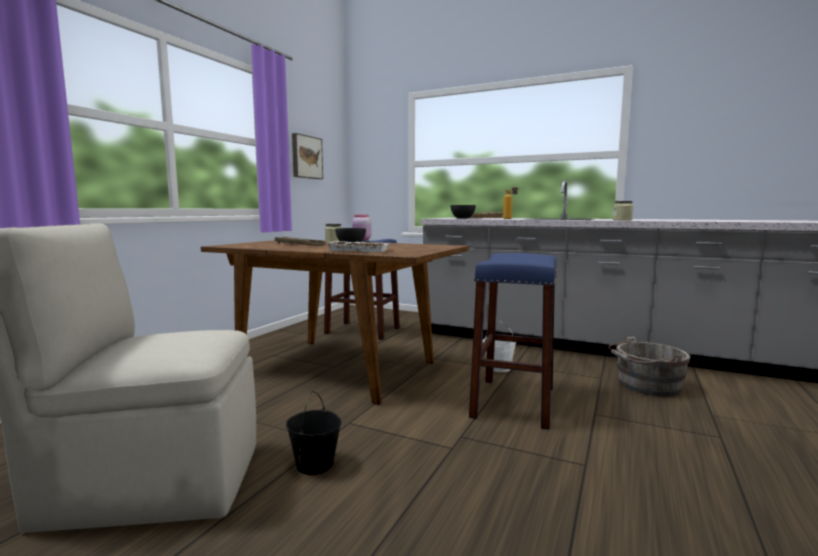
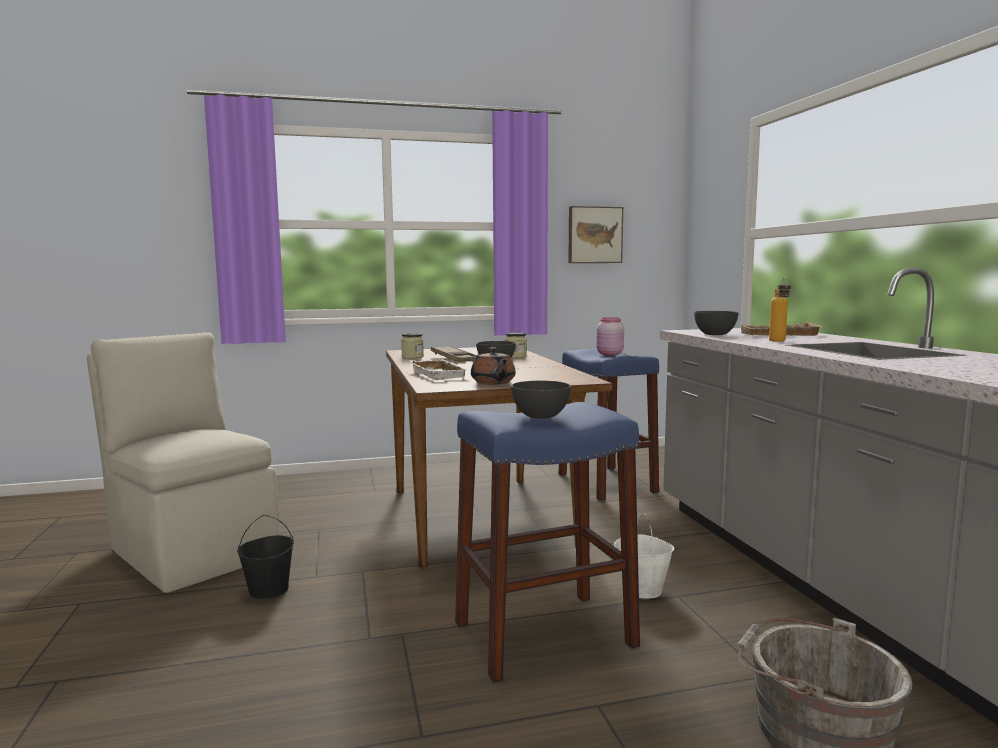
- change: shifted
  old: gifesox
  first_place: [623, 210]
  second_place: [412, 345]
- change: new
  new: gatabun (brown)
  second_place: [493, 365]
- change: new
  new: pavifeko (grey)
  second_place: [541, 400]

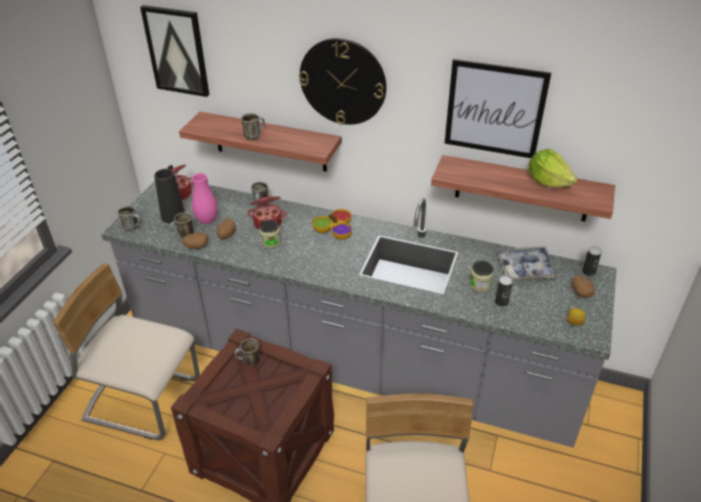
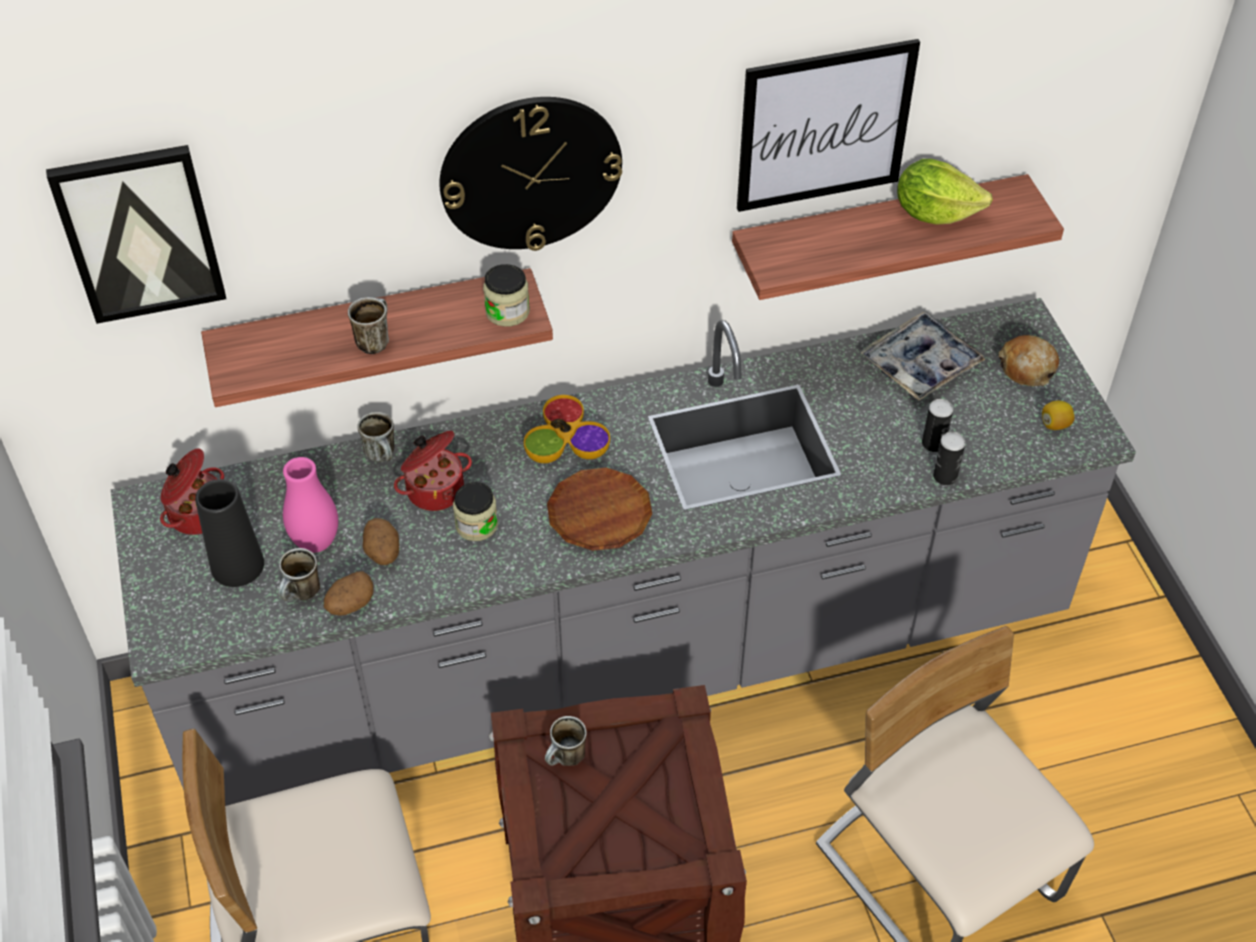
- change: gone
  old: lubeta
  first_place: [129, 218]
- change: shifted
  old: gifesox
  first_place: [481, 276]
  second_place: [506, 295]
- change: swapped
  old: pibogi
  new: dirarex
  first_place: [583, 286]
  second_place: [1028, 360]
- change: shifted
  old: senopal
  first_place: [592, 261]
  second_place: [949, 458]
- change: new
  new: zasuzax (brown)
  second_place: [599, 509]

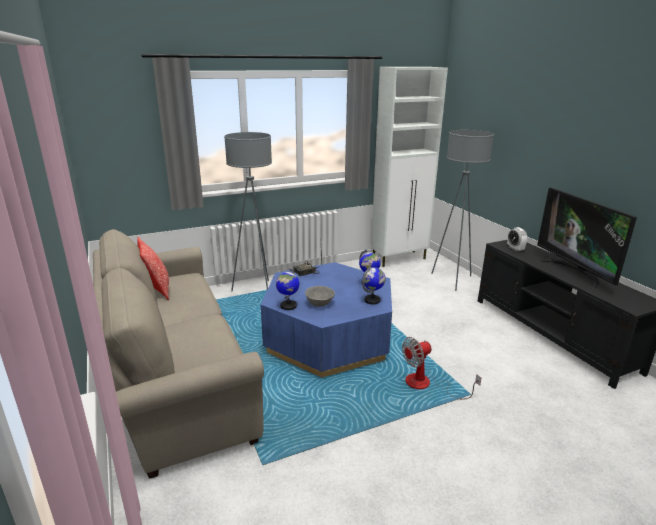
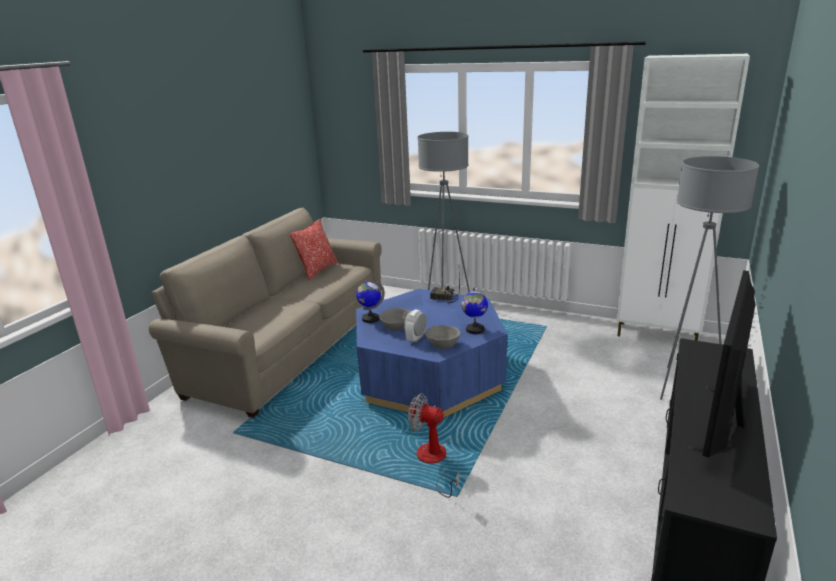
- change: swapped
  old: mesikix
  new: pavifeko (grey)
  first_place: [374, 286]
  second_place: [442, 337]
- change: shifted
  old: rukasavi
  first_place: [517, 239]
  second_place: [415, 326]

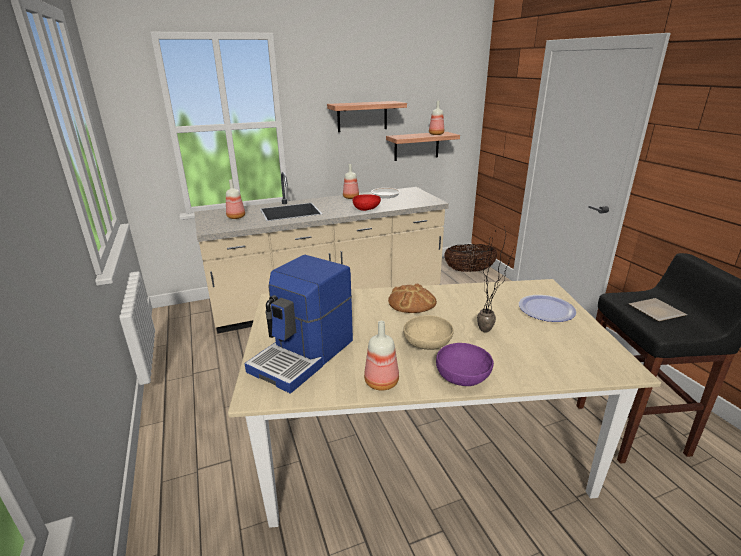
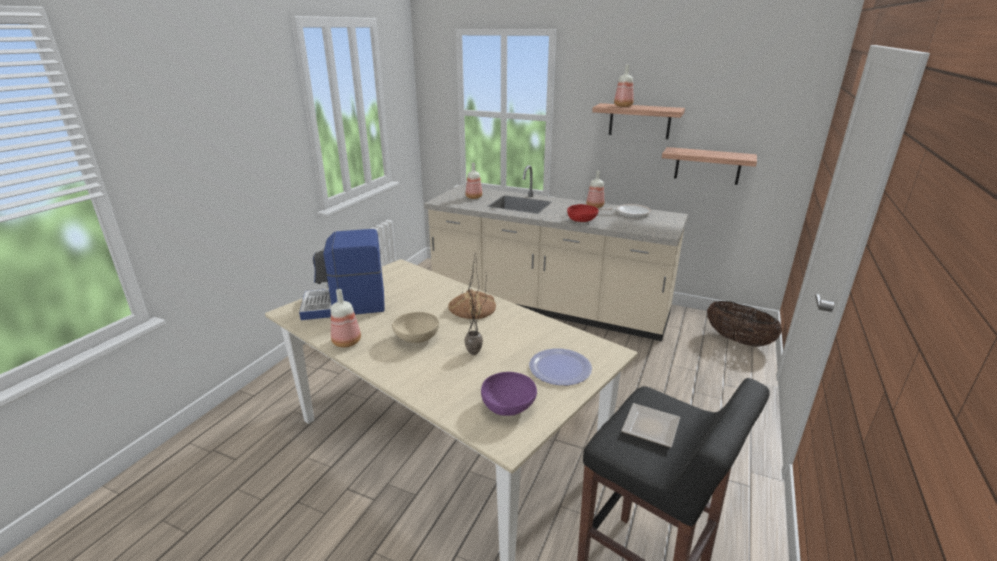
- change: shifted
  old: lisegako
  first_place: [436, 118]
  second_place: [624, 86]
- change: shifted
  old: pavifeko (purple)
  first_place: [465, 364]
  second_place: [509, 394]

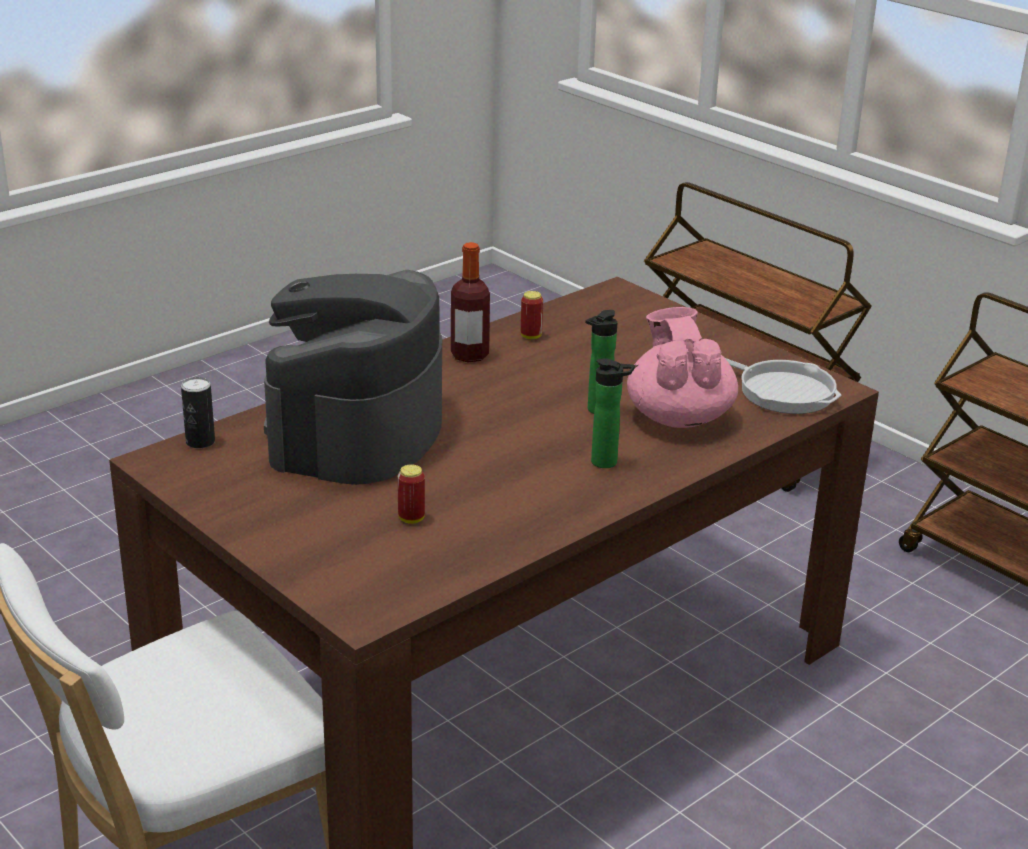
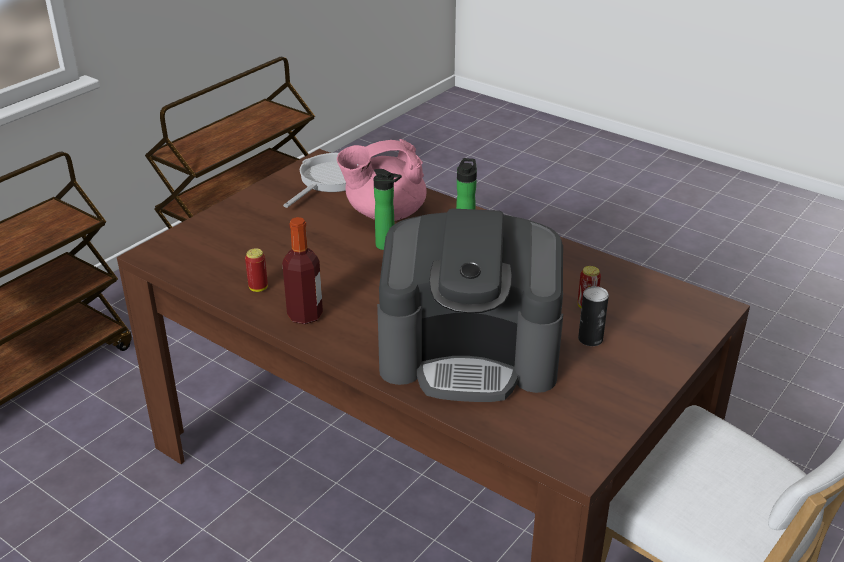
- change: shifted
  old: senopal
  first_place: [198, 412]
  second_place: [593, 316]

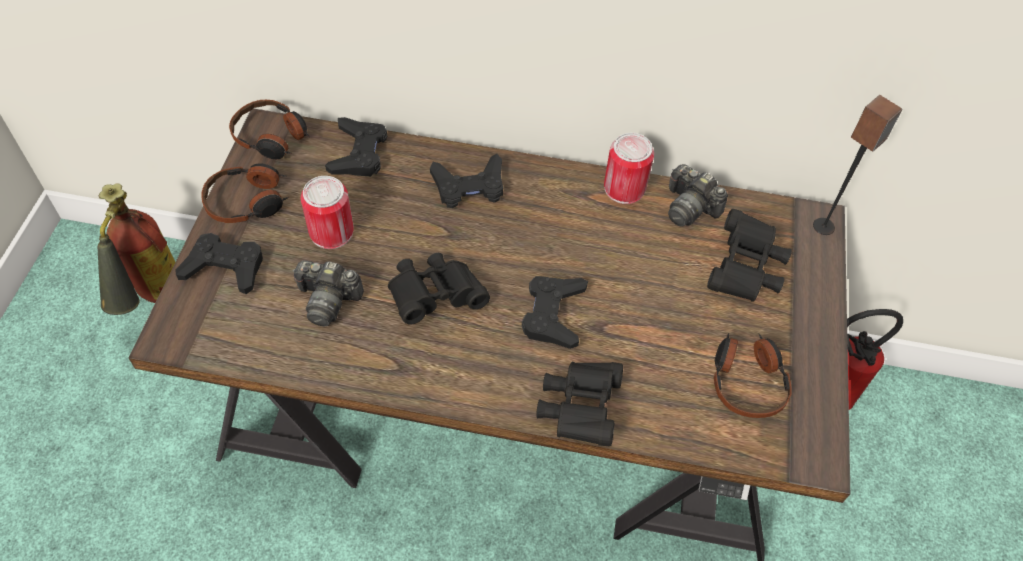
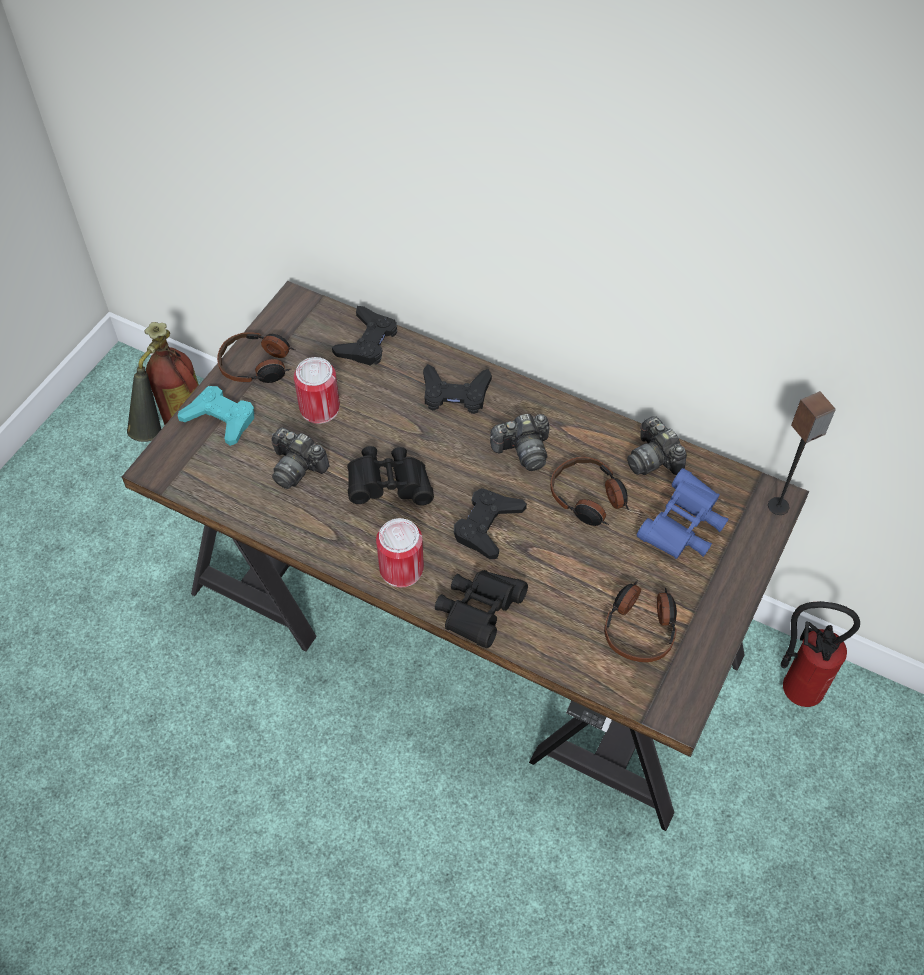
- change: repainted
  old: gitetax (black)
  new: gitetax (turquoise)
  first_place: [219, 263]
  second_place: [215, 416]
- change: shifted
  old: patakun
  first_place: [269, 129]
  second_place: [589, 491]
- change: shifted
  old: senopal
  first_place: [629, 168]
  second_place: [400, 553]
- change: repainted
  old: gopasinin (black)
  new: gopasinin (blue)
  first_place: [749, 255]
  second_place: [683, 513]
- change: new
  new: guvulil
  second_place: [520, 442]

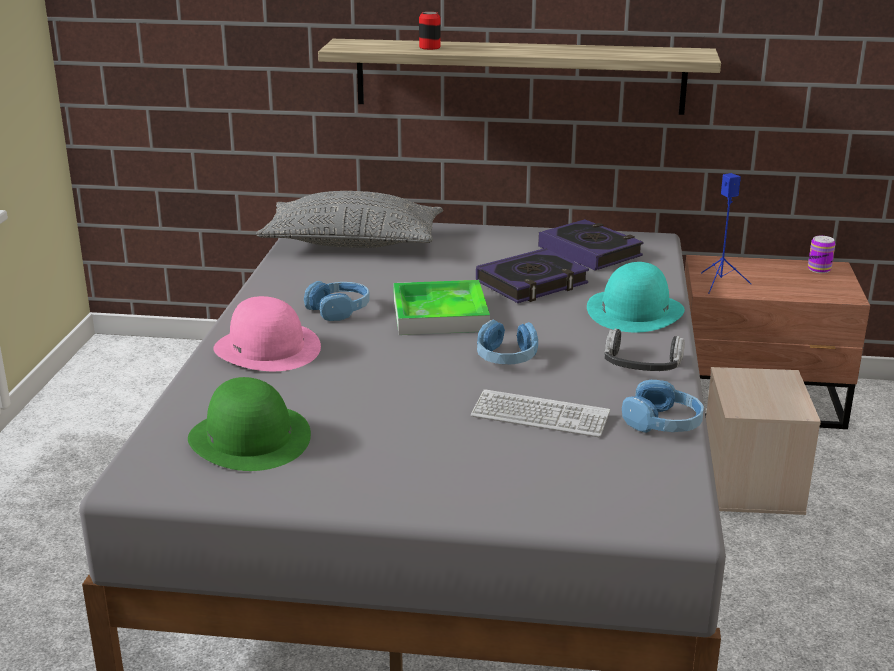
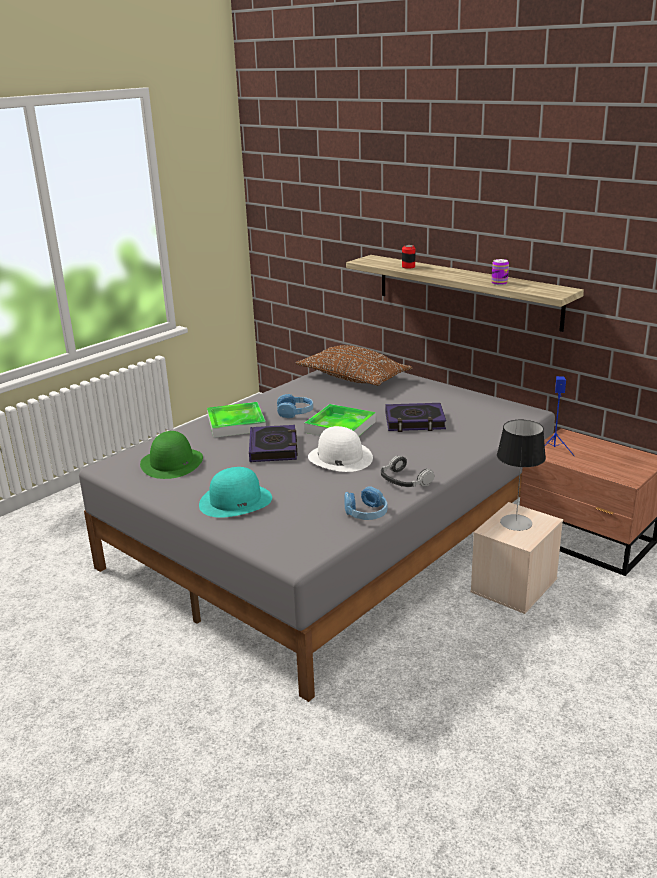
- change: swapped
  old: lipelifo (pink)
  new: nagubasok
  first_place: [267, 333]
  second_place: [236, 420]
- change: repainted
  old: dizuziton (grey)
  new: dizuziton (brown)
  first_place: [349, 219]
  second_place: [354, 365]
- change: gone
  old: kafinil
  first_place: [540, 413]
- change: swapped
  old: patakun (blue)
  new: lipelifo (white)
  first_place: [507, 342]
  second_place: [340, 449]
- change: shifted
  old: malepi
  first_place: [591, 245]
  second_place: [273, 443]
- change: shifted
  old: lipelifo (turquoise)
  first_place: [636, 297]
  second_place: [235, 492]
- change: shifted
  old: senopal
  first_place: [821, 254]
  second_place: [500, 272]
- change: new
  new: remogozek
  second_place: [521, 475]

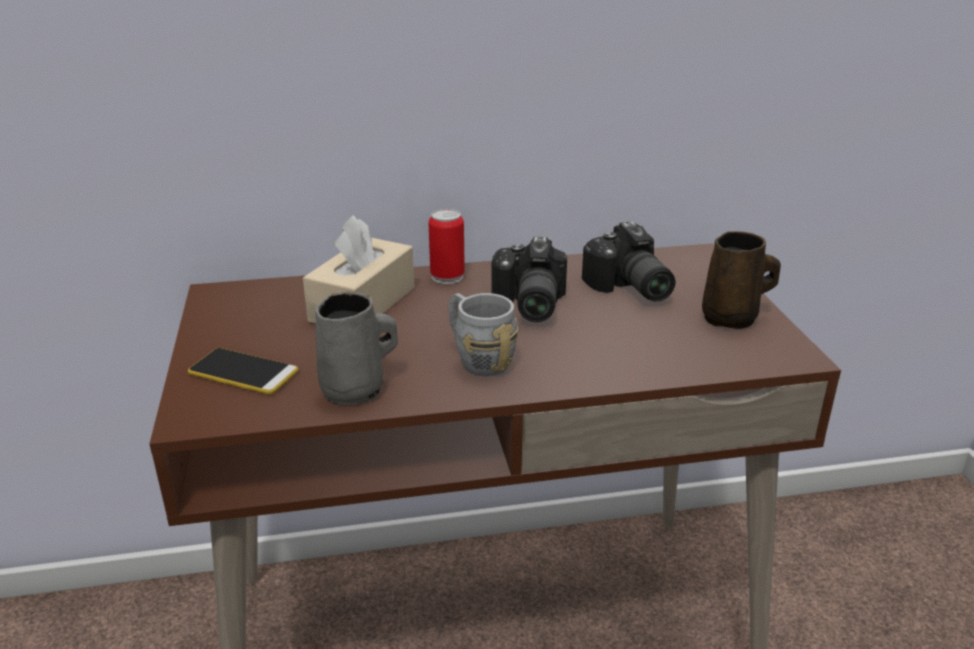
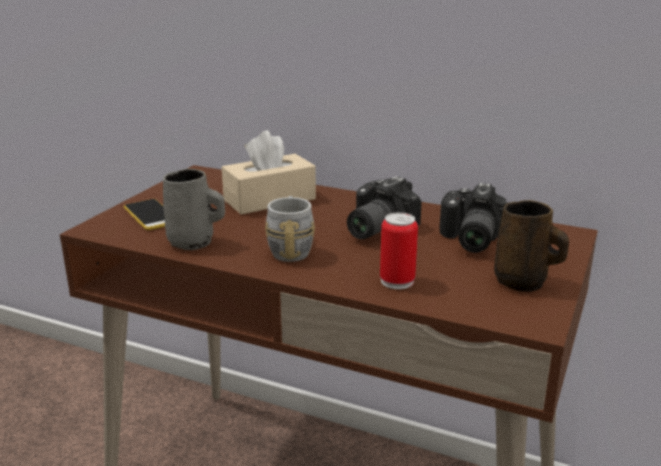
- change: shifted
  old: senopal
  first_place: [447, 246]
  second_place: [399, 250]

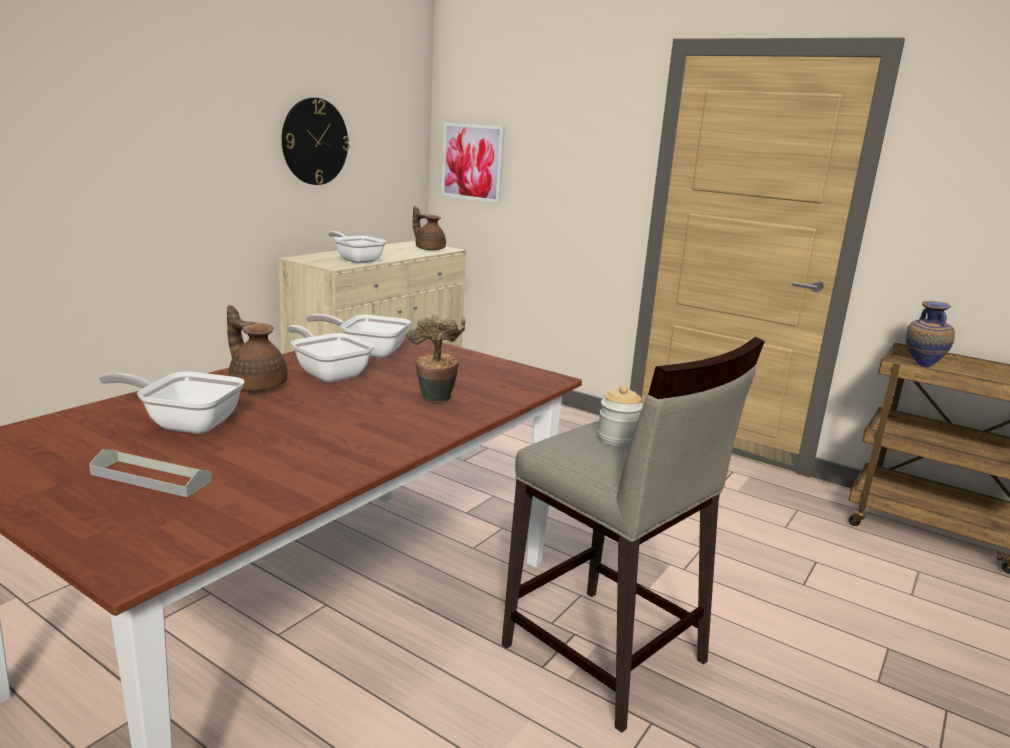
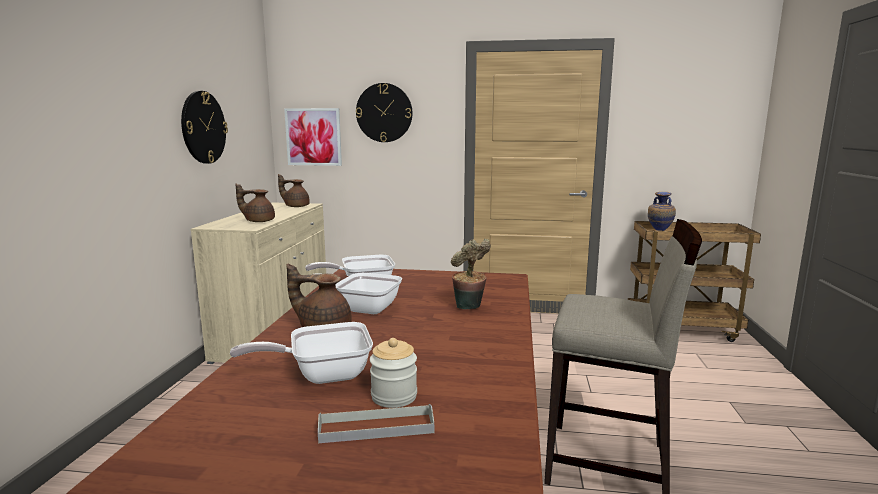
- change: swapped
  old: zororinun
  new: gatabun (brown)
  first_place: [357, 247]
  second_place: [255, 203]
- change: shifted
  old: gifesox
  first_place: [620, 416]
  second_place: [393, 373]
- change: new
  new: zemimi
  second_place: [384, 112]

